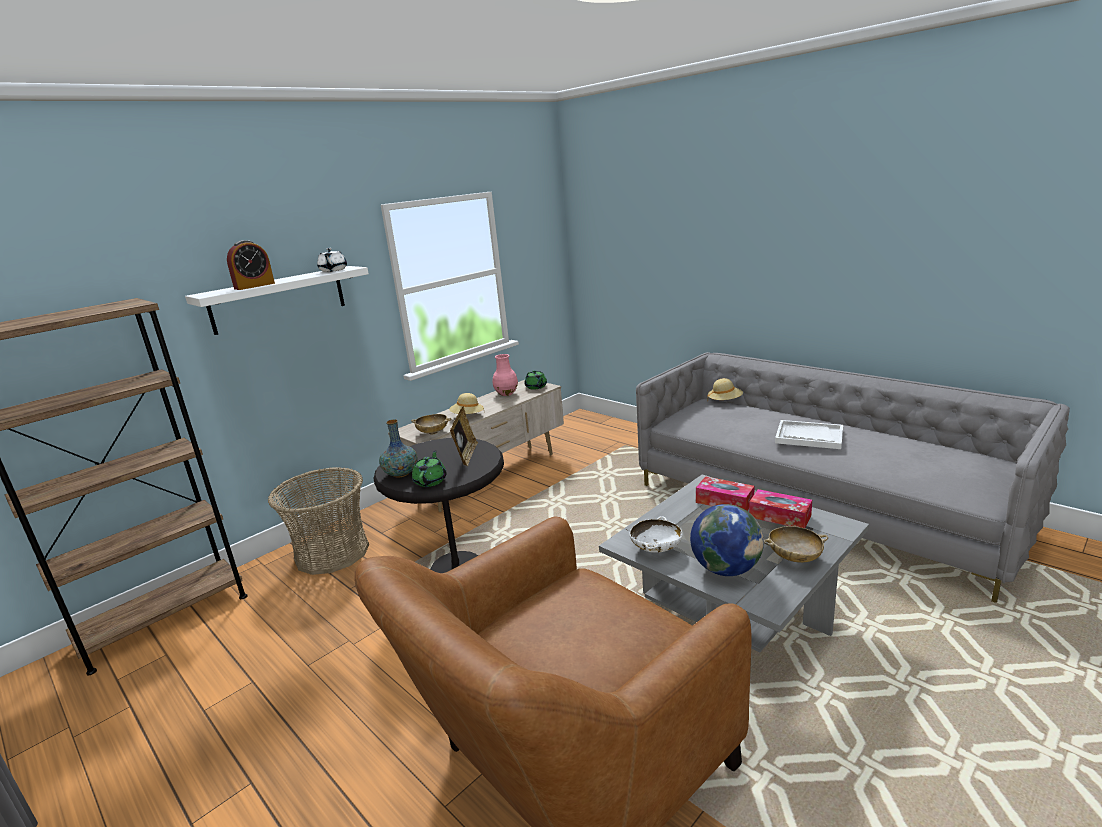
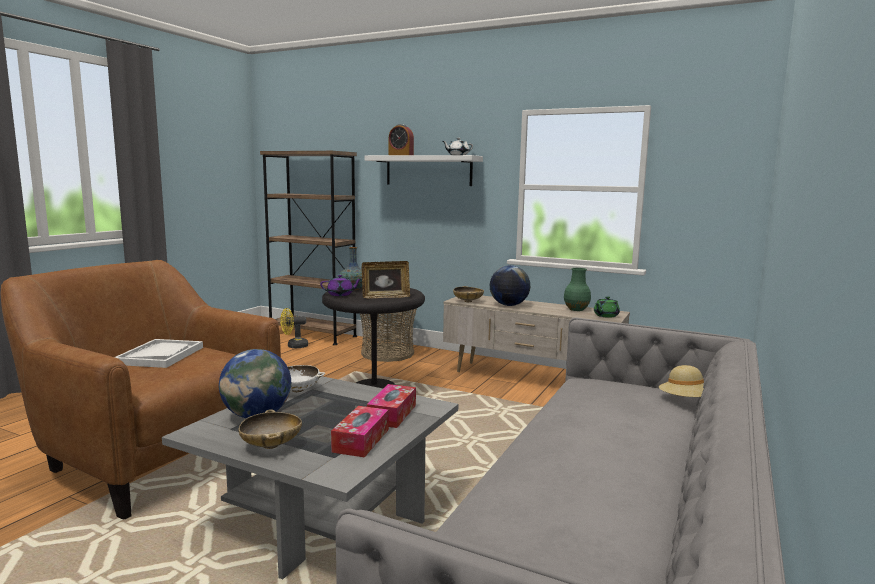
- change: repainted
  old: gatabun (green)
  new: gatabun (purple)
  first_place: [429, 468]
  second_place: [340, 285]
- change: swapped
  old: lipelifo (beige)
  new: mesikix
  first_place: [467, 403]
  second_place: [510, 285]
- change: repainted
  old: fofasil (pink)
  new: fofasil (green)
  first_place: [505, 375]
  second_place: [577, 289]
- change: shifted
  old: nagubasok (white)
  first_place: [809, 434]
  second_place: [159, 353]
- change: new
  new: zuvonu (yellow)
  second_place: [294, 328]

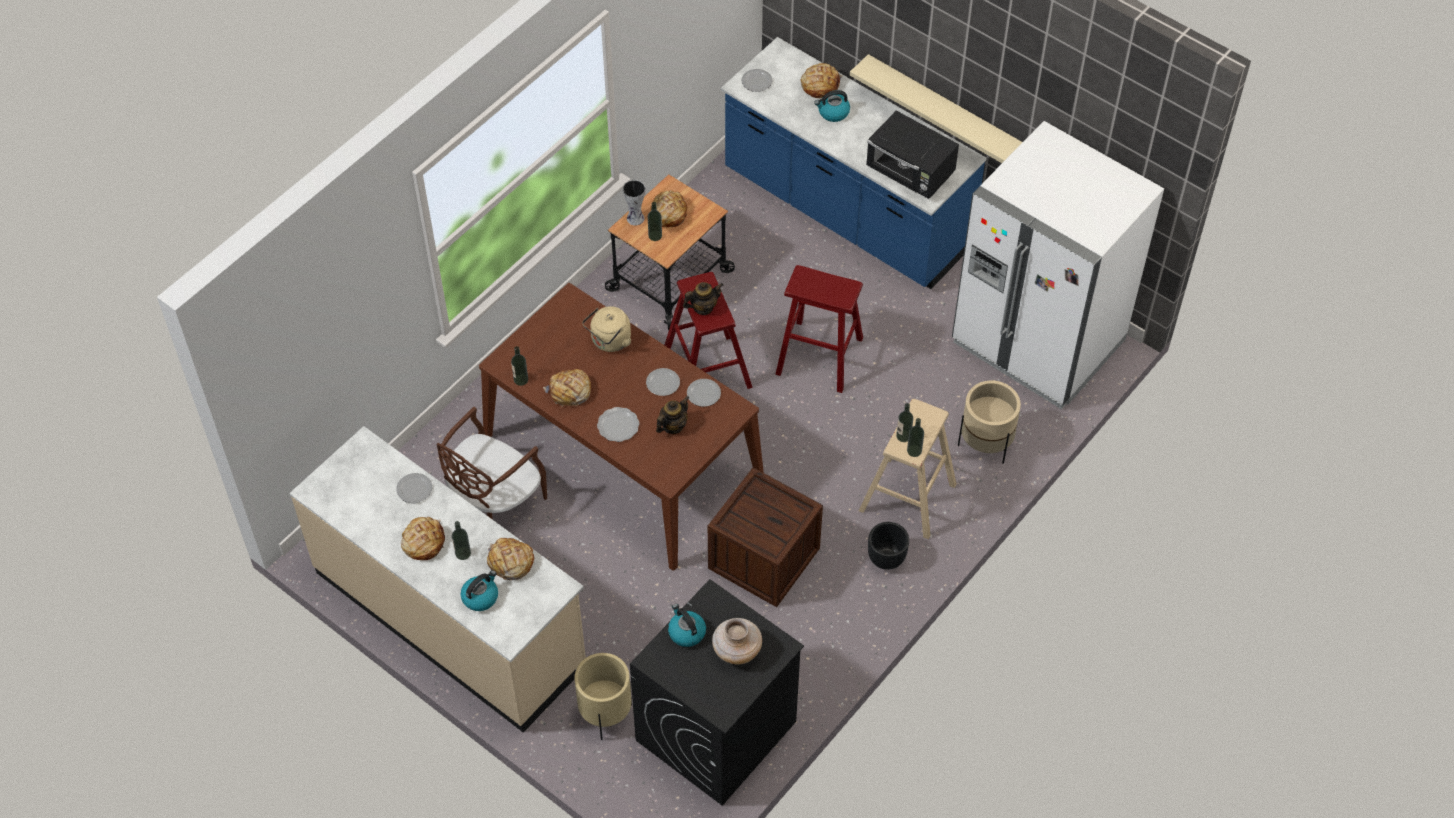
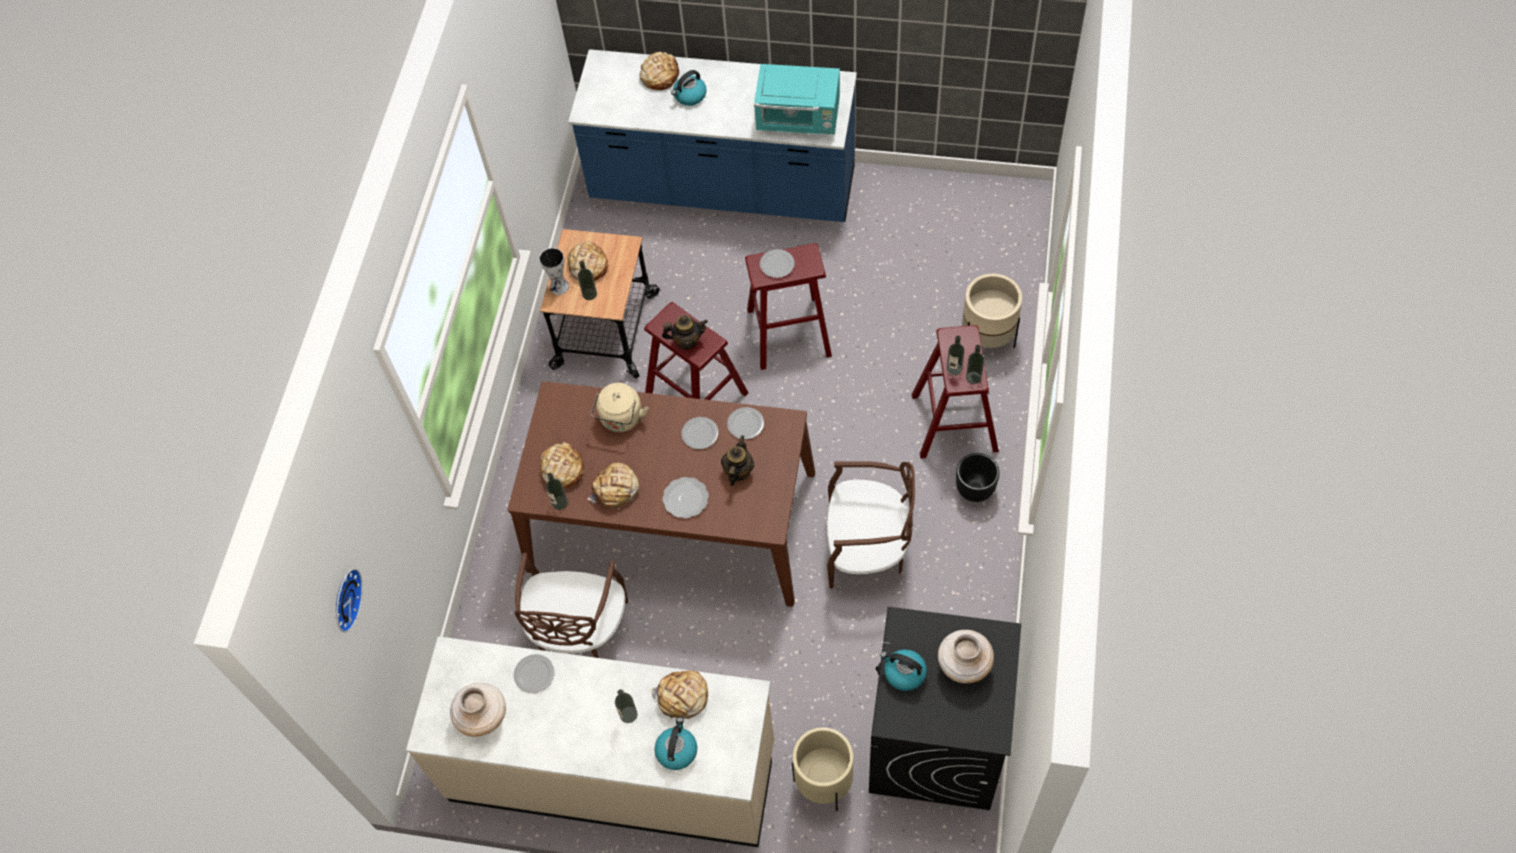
- change: shifted
  old: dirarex
  first_place: [423, 538]
  second_place: [562, 465]
- change: rotated
  old: gatabun
  first_place: [703, 298]
  second_place: [685, 332]
  degrees: 45
- change: swapped
  old: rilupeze
  new: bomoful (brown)
  first_place: [765, 537]
  second_place: [871, 524]
- change: shifted
  old: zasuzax
  first_place: [757, 80]
  second_place: [777, 263]
- change: gone
  old: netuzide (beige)
  first_place: [936, 108]
- change: repainted
  old: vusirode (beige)
  new: vusirode (red)
  first_place: [908, 469]
  second_place: [955, 391]
- change: repainted
  old: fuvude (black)
  new: fuvude (turquoise)
  first_place: [912, 154]
  second_place: [797, 99]
- change: gone
  old: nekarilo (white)
  first_place: [1058, 265]
- change: new
  new: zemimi
  second_place: [349, 600]
- change: new
  new: fofasil (beige)
  second_place: [478, 710]

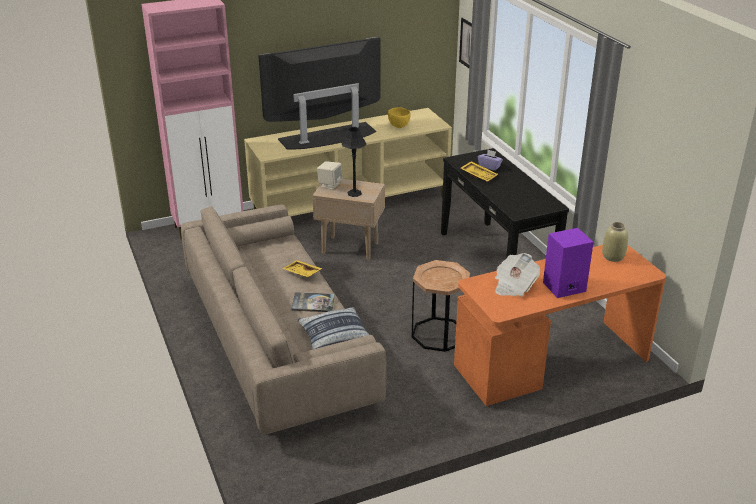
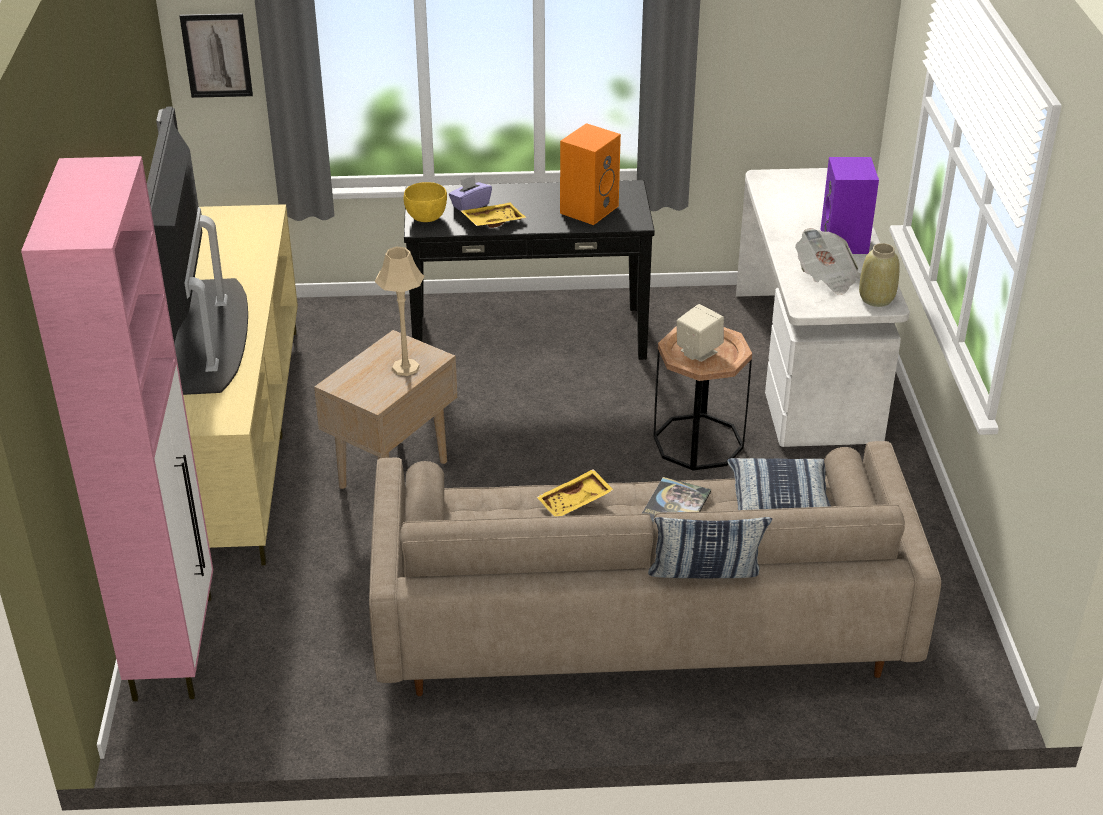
- change: shifted
  old: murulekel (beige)
  first_place: [330, 175]
  second_place: [700, 333]
- change: repainted
  old: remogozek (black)
  new: remogozek (beige)
  first_place: [353, 162]
  second_place: [399, 311]
- change: shifted
  old: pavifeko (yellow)
  first_place: [399, 117]
  second_place: [425, 202]
- change: repainted
  old: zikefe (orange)
  new: zikefe (white)
  first_place: [560, 325]
  second_place: [823, 307]
- change: shifted
  old: fofasil (beige)
  first_place: [615, 242]
  second_place: [879, 275]
- change: new
  new: murulekel (orange)
  second_place: [590, 174]
- change: new
  new: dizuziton
  second_place: [710, 548]

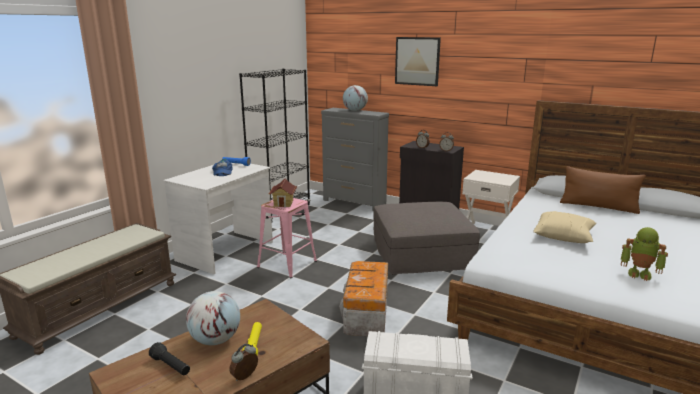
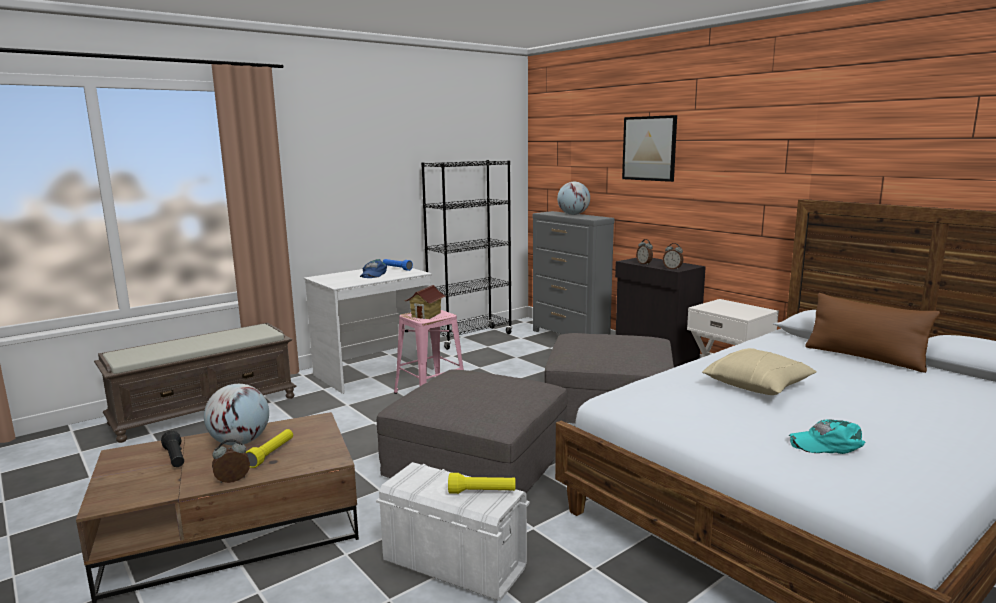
- change: swapped
  old: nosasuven
  new: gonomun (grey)
  first_place: [363, 298]
  second_place: [472, 431]
- change: swapped
  old: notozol
  new: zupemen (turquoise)
  first_place: [644, 254]
  second_place: [827, 436]
- change: new
  new: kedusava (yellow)
  second_place: [481, 483]

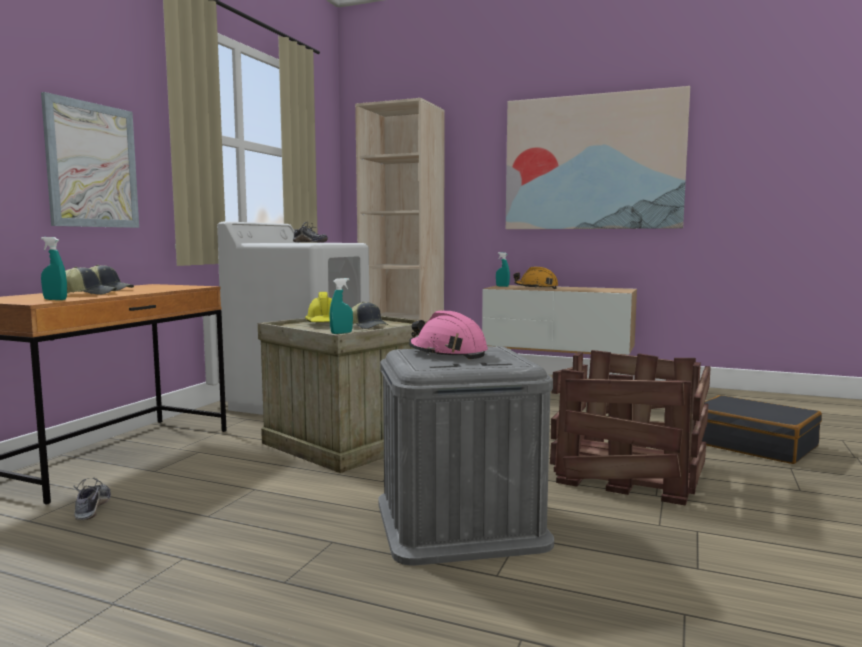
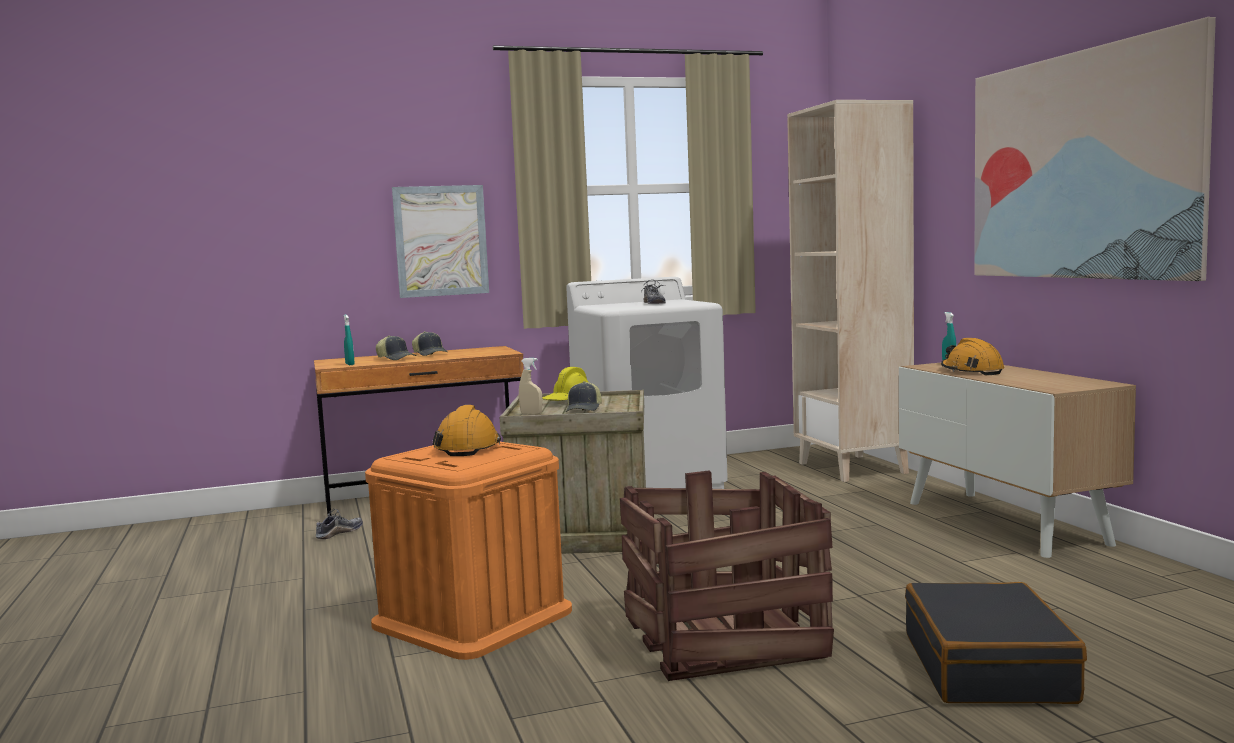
- change: repainted
  old: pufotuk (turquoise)
  new: pufotuk (beige)
  first_place: [341, 306]
  second_place: [531, 386]
- change: repainted
  old: nosasuven (grey)
  new: nosasuven (orange)
  first_place: [466, 455]
  second_place: [468, 551]
- change: repainted
  old: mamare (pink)
  new: mamare (orange)
  first_place: [448, 334]
  second_place: [467, 430]

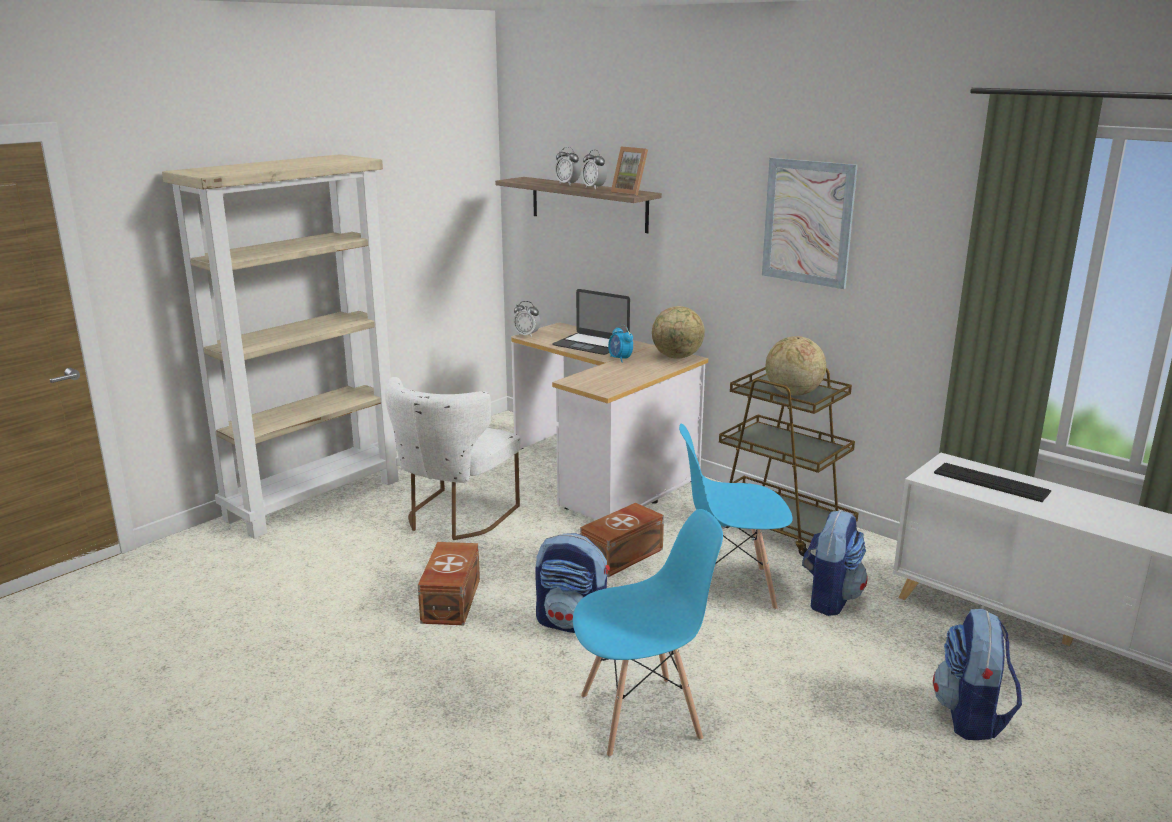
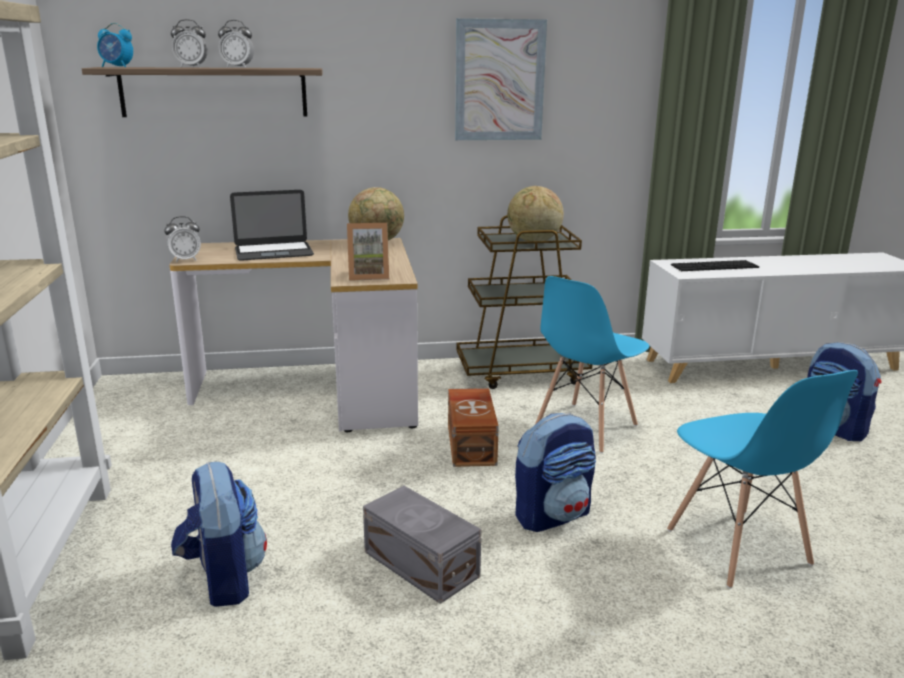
- change: gone
  old: bomoful (white)
  first_place: [452, 458]
- change: repainted
  old: nosasuven (brown)
  new: nosasuven (grey)
  first_place: [449, 583]
  second_place: [422, 545]
- change: rotated
  old: bomoful (blue)
  first_place: [648, 633]
  second_place: [762, 479]
  degrees: 135
- change: shifted
  old: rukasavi
  first_place: [620, 344]
  second_place: [115, 45]
- change: shifted
  old: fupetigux
  first_place: [629, 171]
  second_place: [368, 252]
- change: shifted
  old: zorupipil
  first_place: [835, 563]
  second_place: [219, 534]

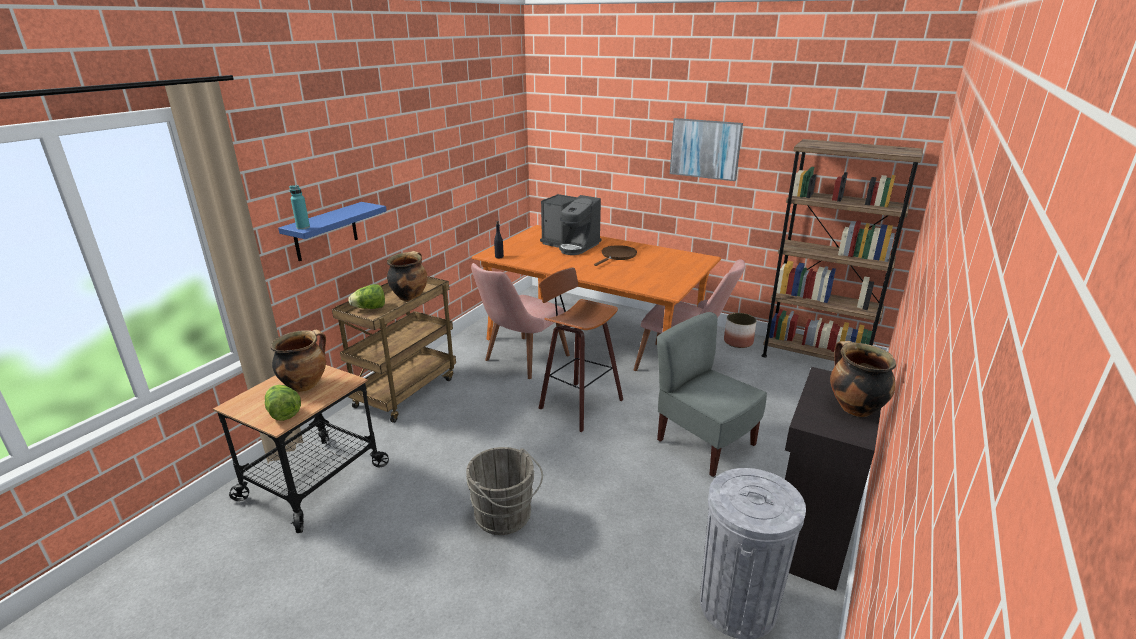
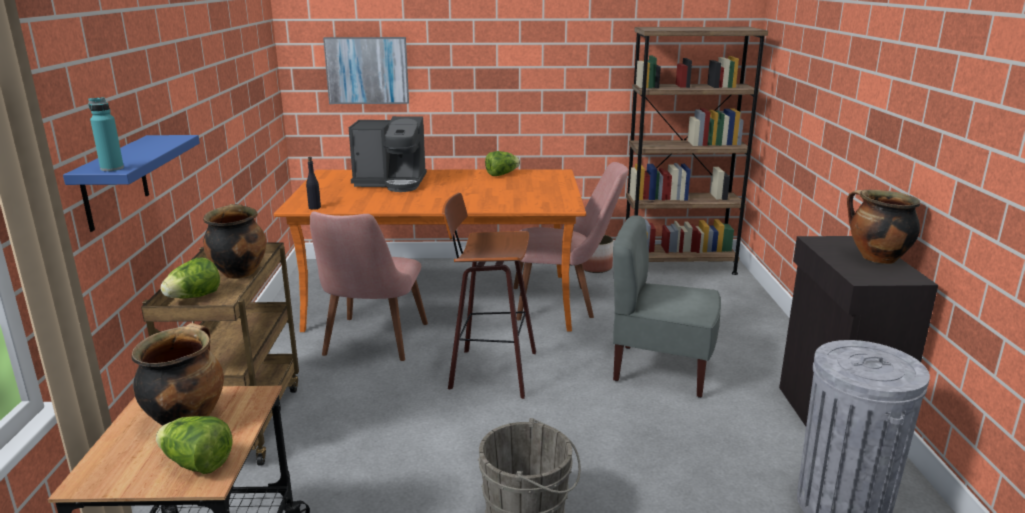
- change: gone
  old: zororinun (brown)
  first_place: [615, 255]
- change: shifted
  old: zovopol
  first_place: [706, 149]
  second_place: [366, 70]
- change: new
  new: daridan
  second_place: [502, 163]

